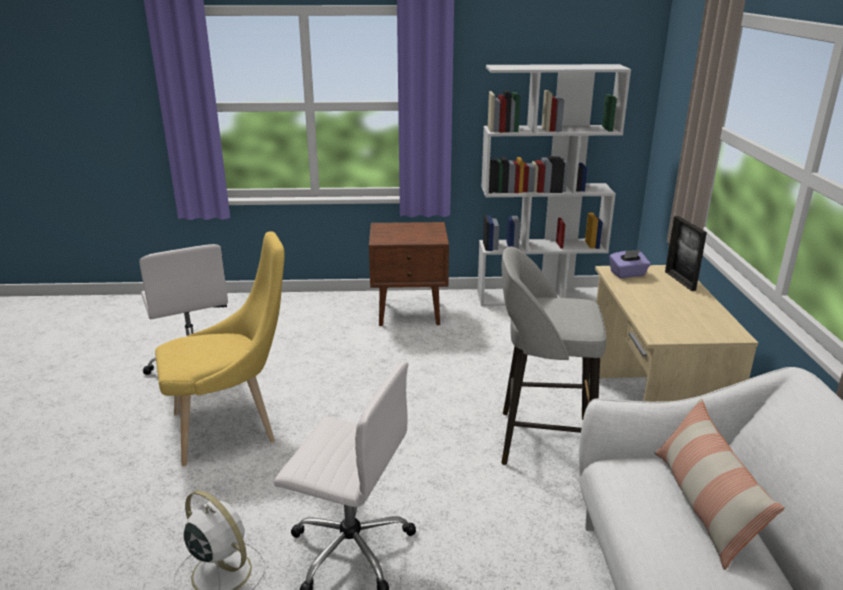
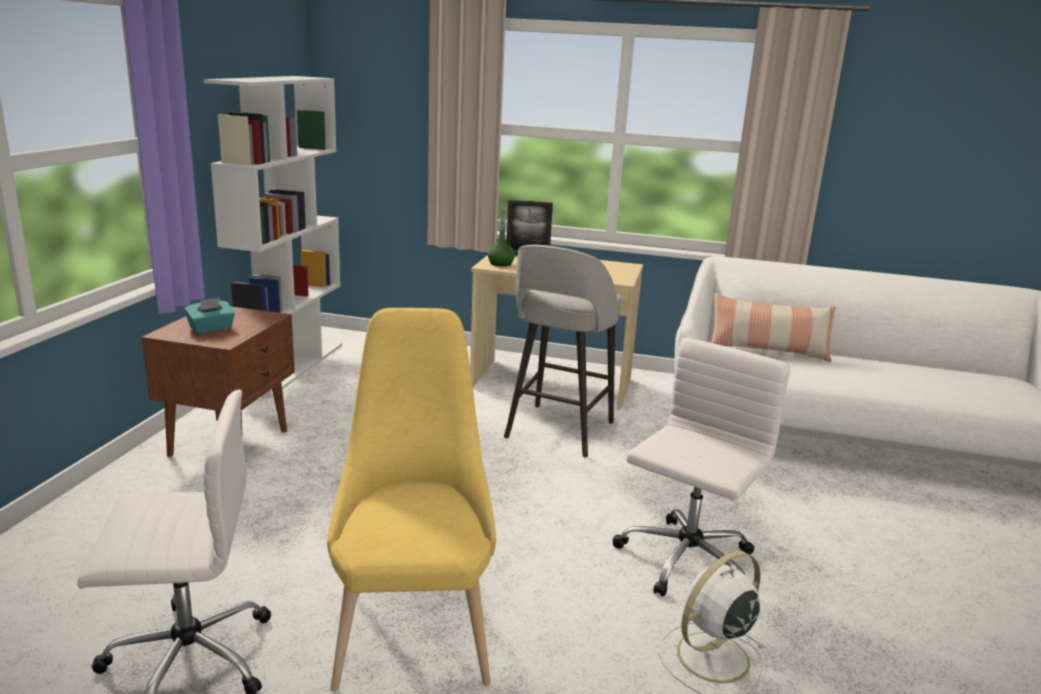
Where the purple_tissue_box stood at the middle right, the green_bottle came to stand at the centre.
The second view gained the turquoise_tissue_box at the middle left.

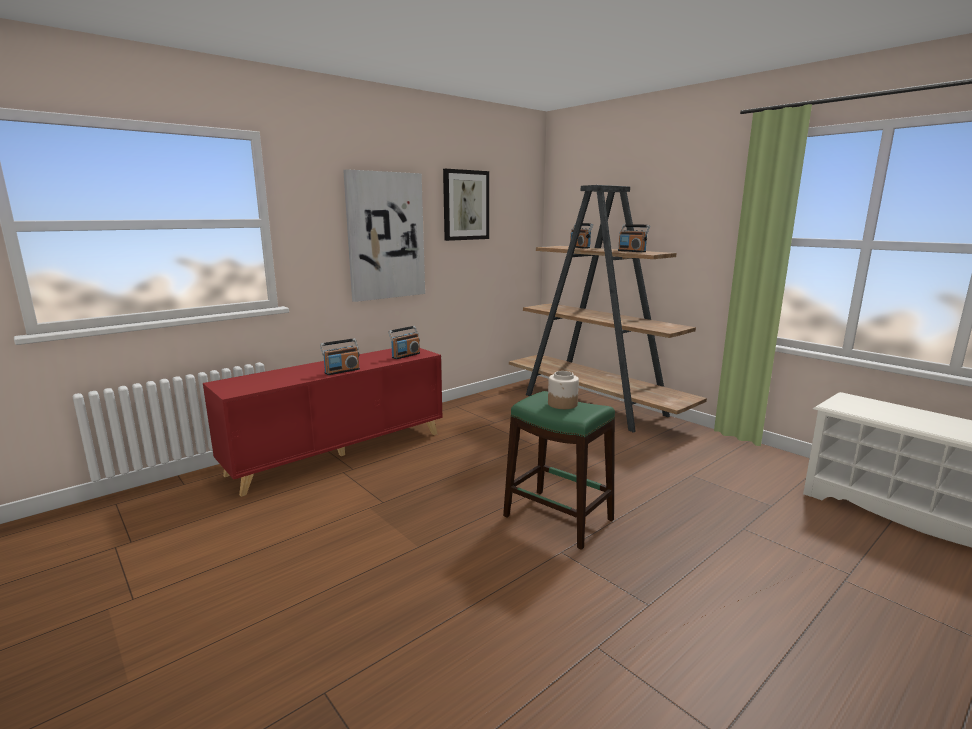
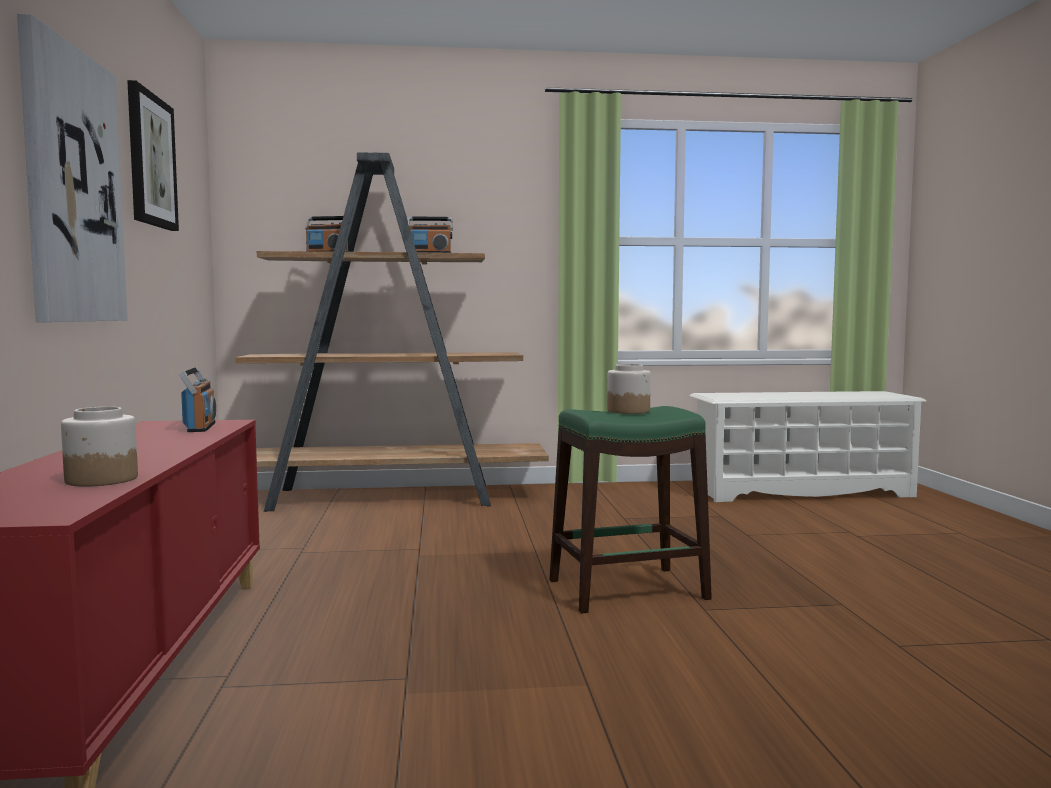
The second view lost the radio (1st from left) at the centre.
The second view gained the jar (1st from left) at the middle left.

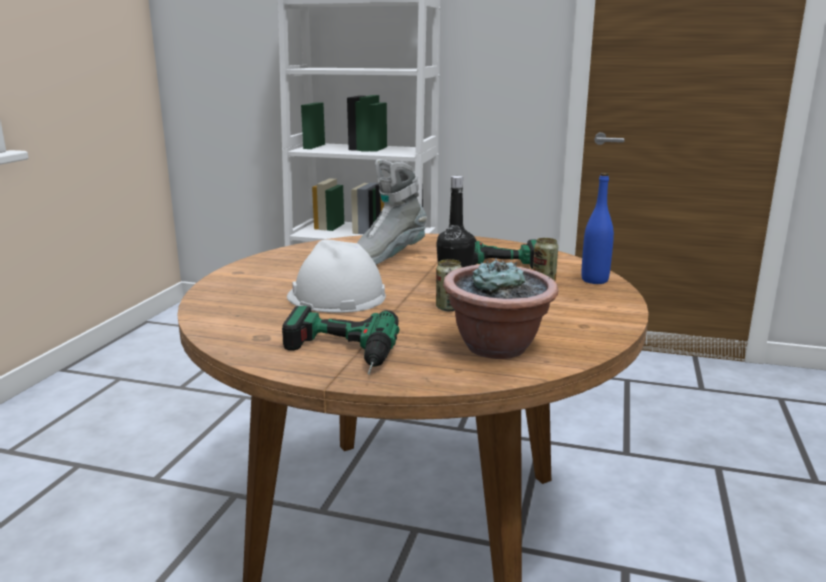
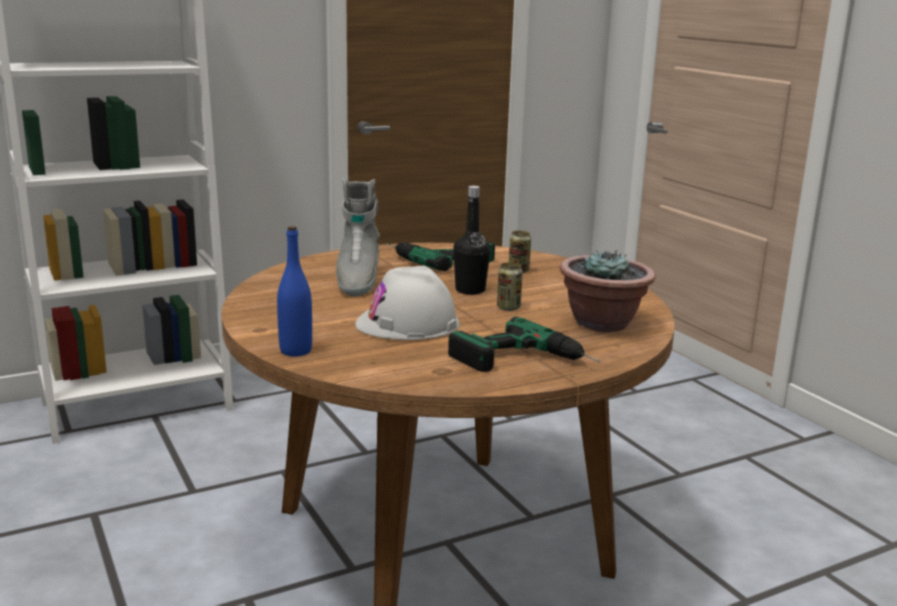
The blue_bottle ended up elsewhere, having gone from the middle right to the middle left.

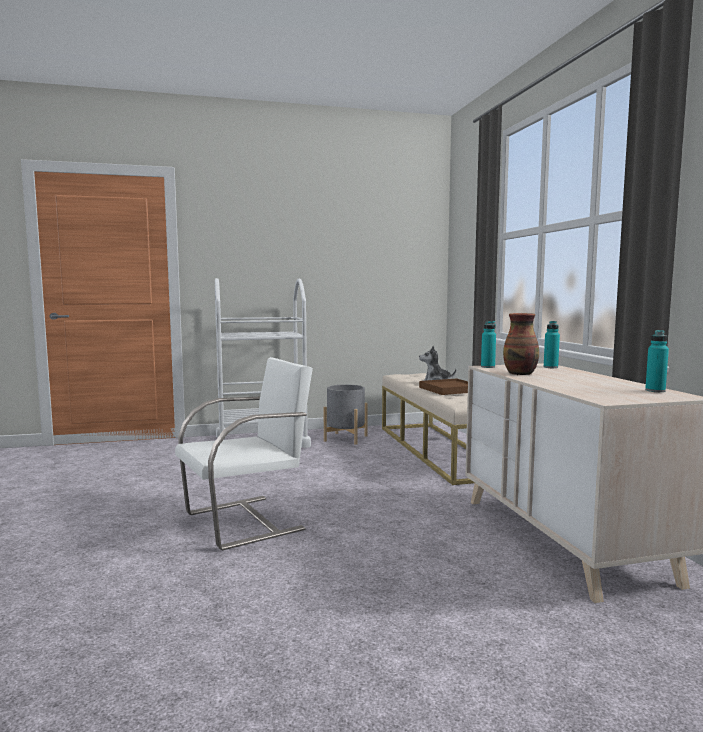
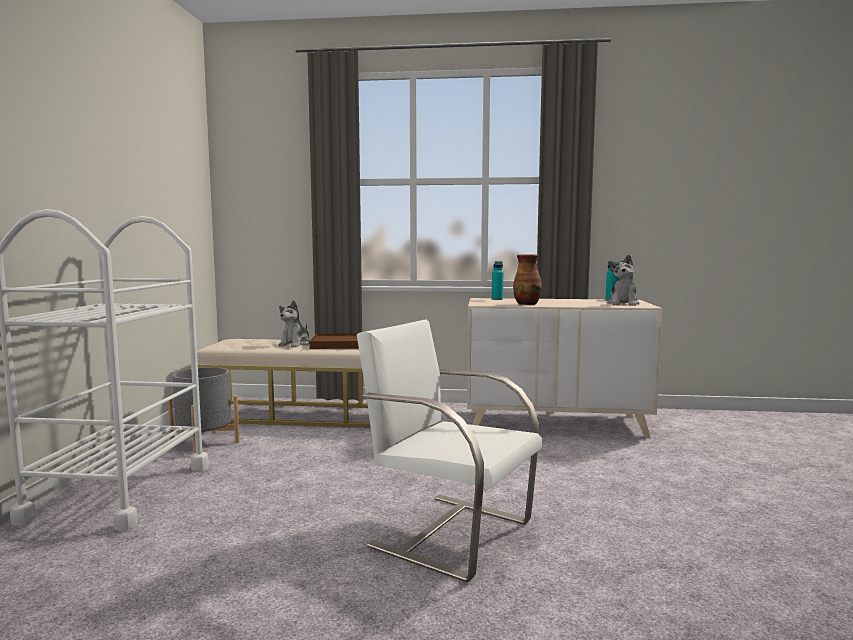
The second view lost the turquoise_bottle (1st from left) at the middle right.
The white_chair at the centre ended up facing another way, 45 degrees counterclockwise from before.
The second view gained the plush_toy (2nd from left) at the middle right.

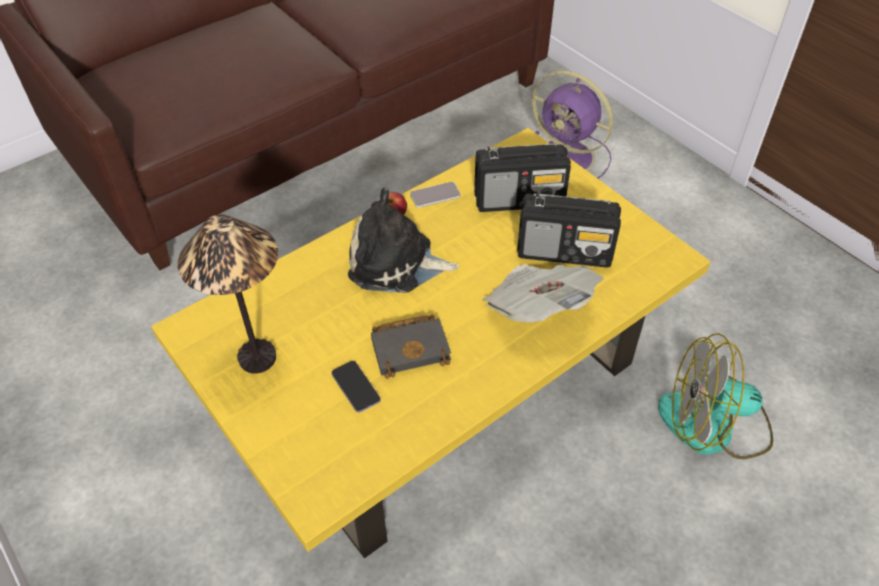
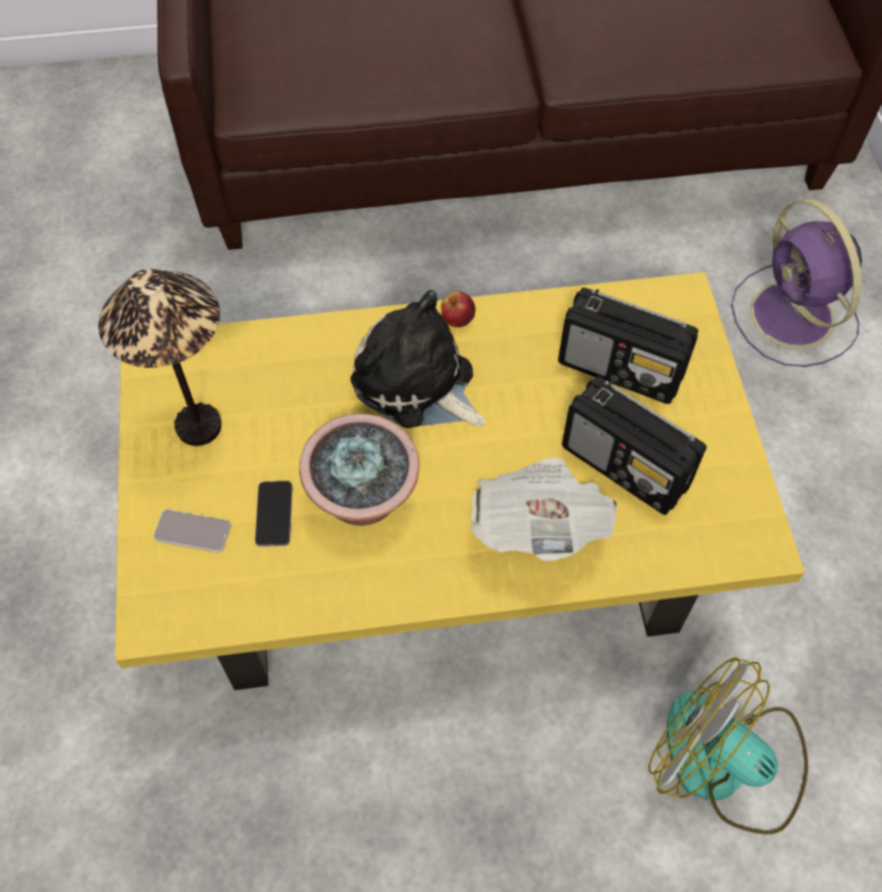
The phone (2nd from left in the first image) ended up elsewhere, having gone from the top centre to the middle left.
Where the black_book stood at the centre, the potted_plant came to stand at the centre.

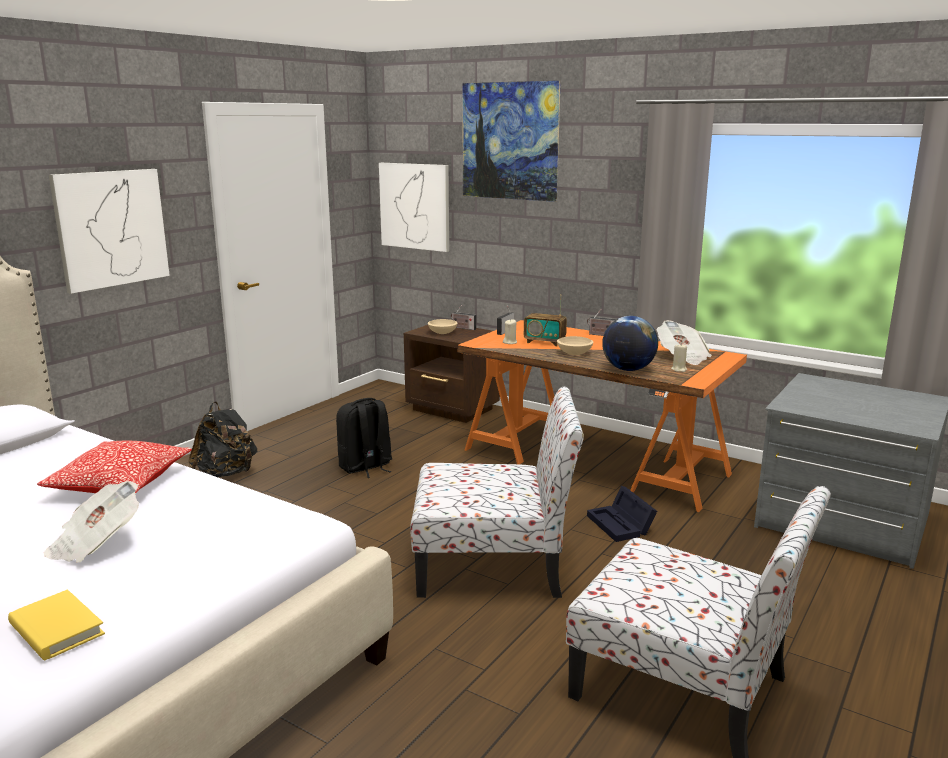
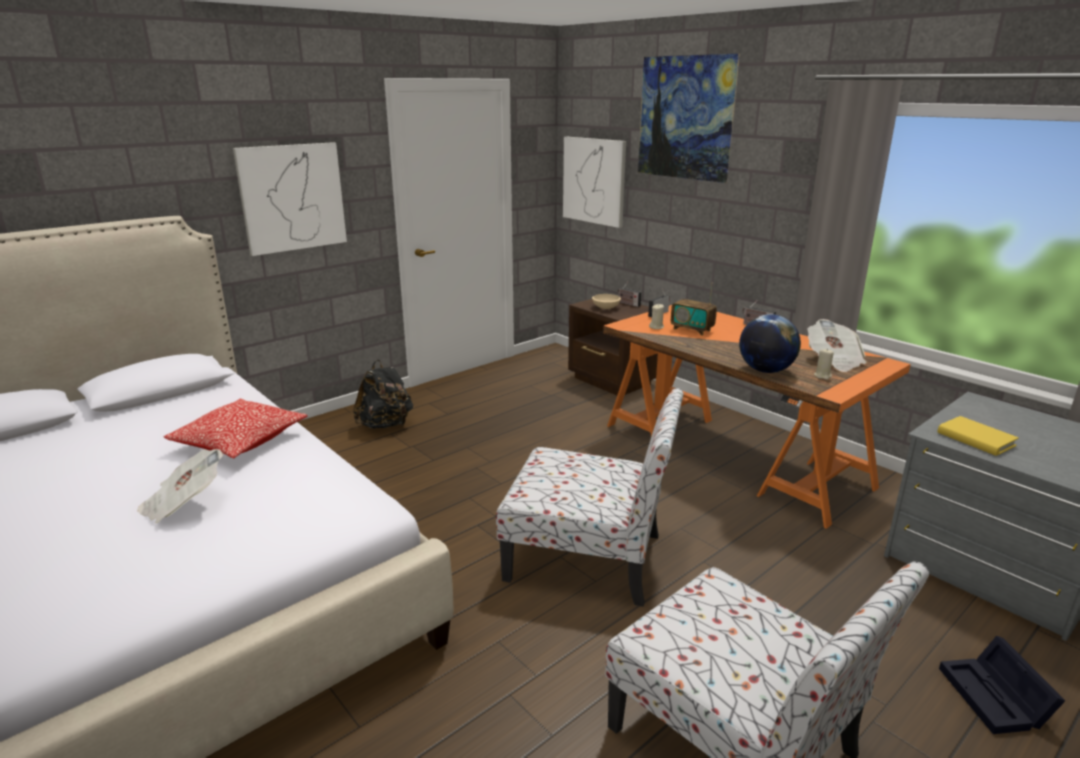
The second view lost the beige_bowl (2nd from left) at the centre.
The second view lost the black_backpack (2nd from left) at the centre.
The black_storage_box ended up elsewhere, having gone from the bottom centre to the bottom right.
The yellow_book ended up elsewhere, having gone from the bottom left to the middle right.

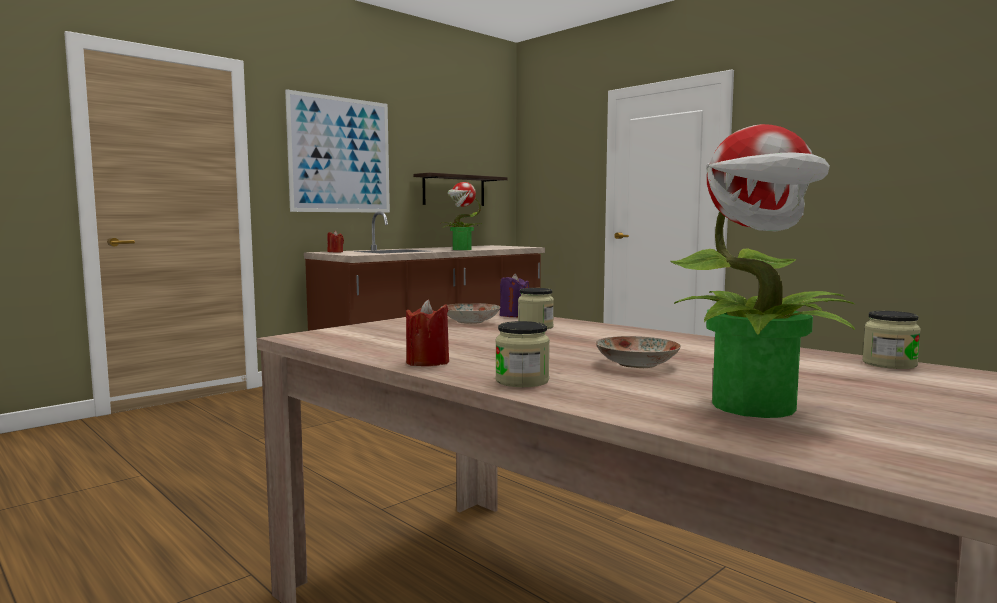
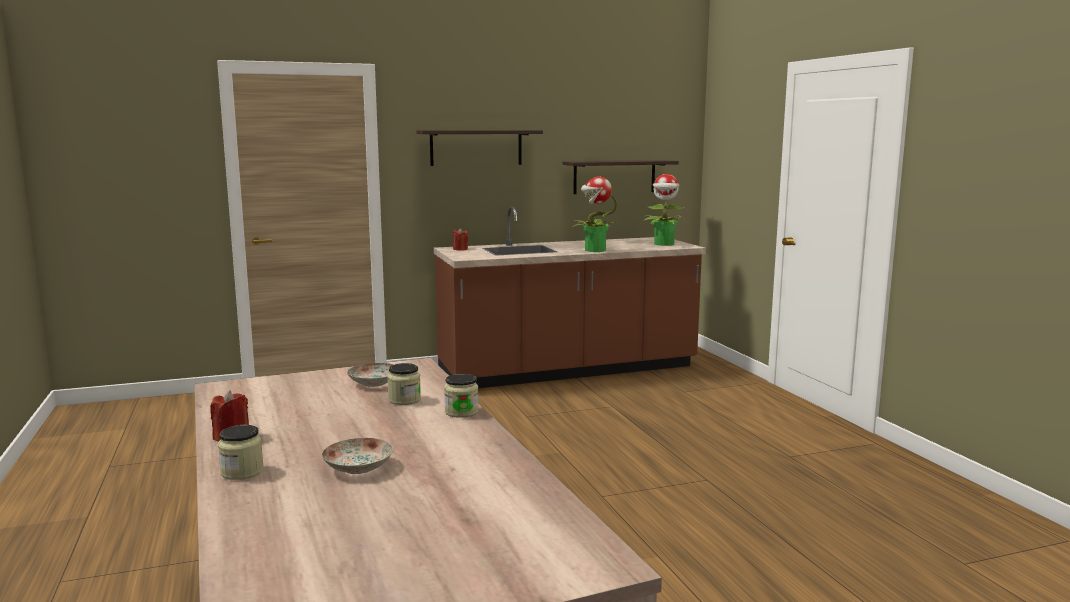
Where the picture hung at the top centre, the shelf (1st from left) came to hang at the top centre.
The potted_plant (2nd from left) ended up elsewhere, having gone from the middle right to the centre.
The second view lost the purple_candle at the centre.
The jar (3rd from left) ended up elsewhere, having gone from the middle right to the centre.

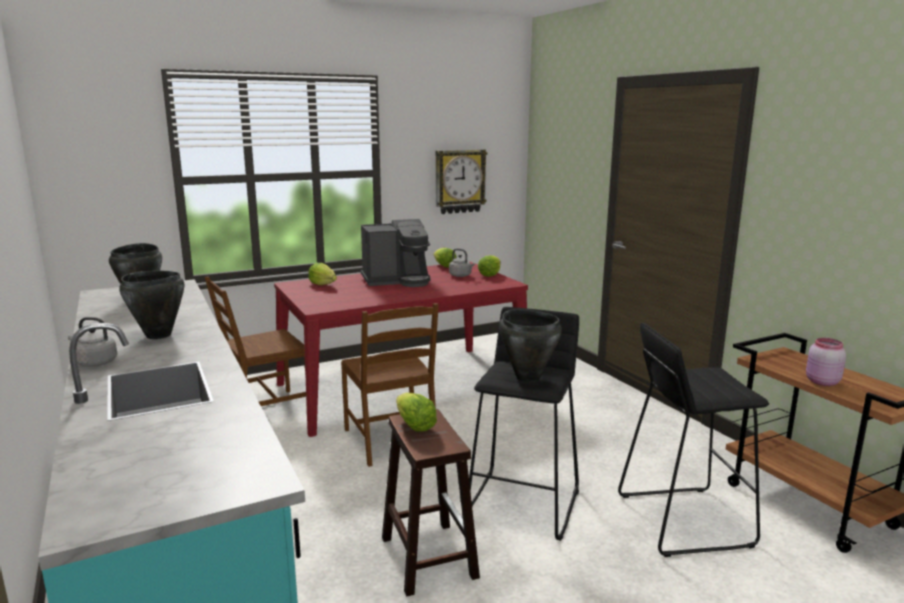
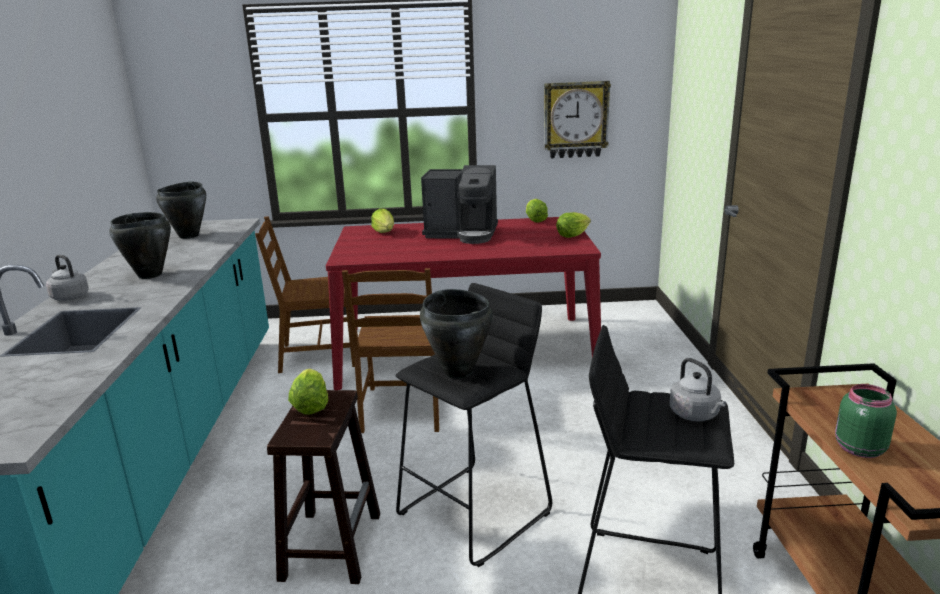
The grey_kettle (2nd from left) ended up elsewhere, having gone from the centre to the middle right.
What was the pink_jar at the middle right turned into the green_jar at the bottom right.

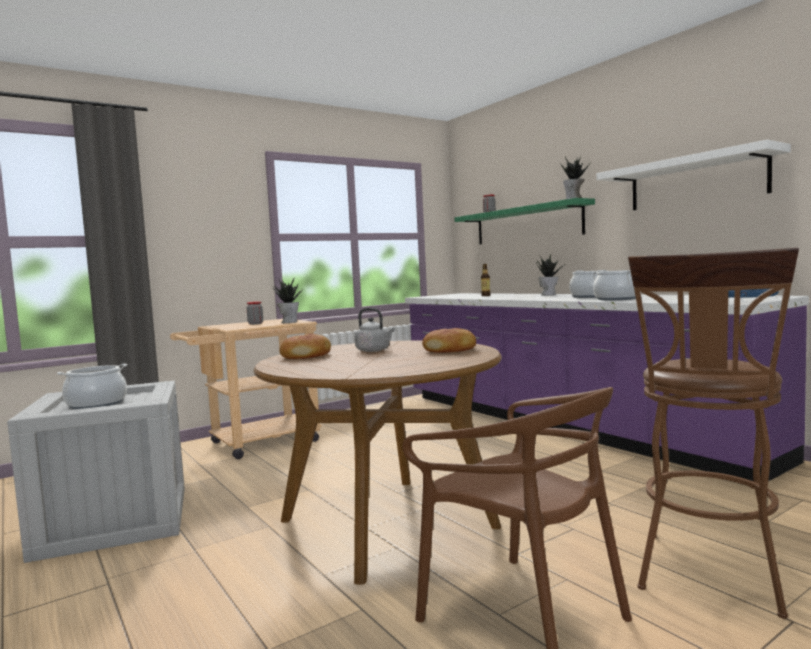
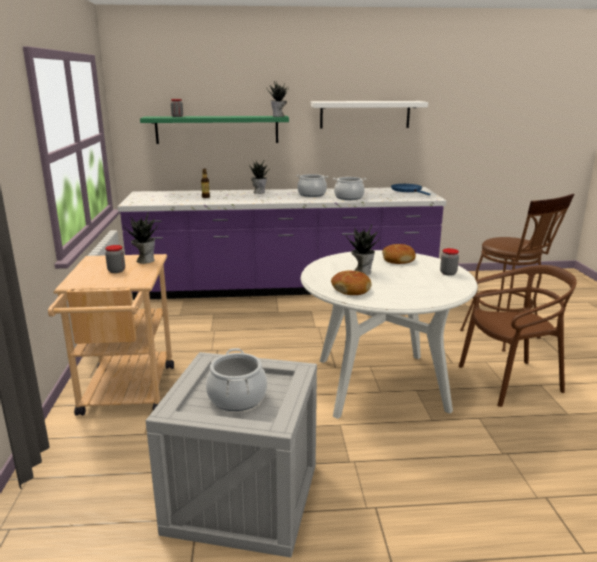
Where the grey_kettle stood at the centre, the potted_plant (4th from left) came to stand at the centre.
What was the brown_dining_table at the bottom centre turned into the white_dining_table at the centre.
The second view gained the jar (3rd from left) at the middle right.

